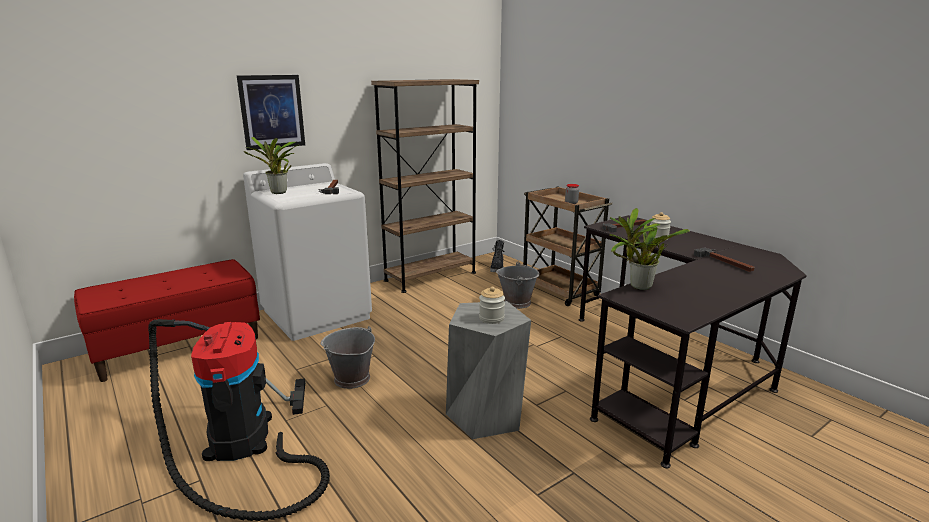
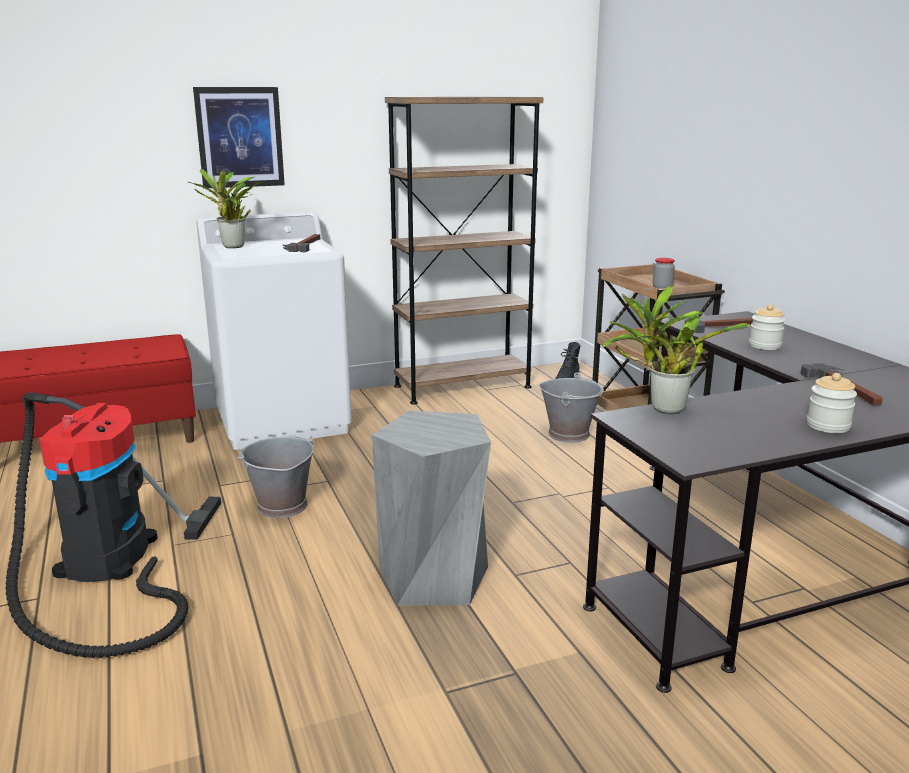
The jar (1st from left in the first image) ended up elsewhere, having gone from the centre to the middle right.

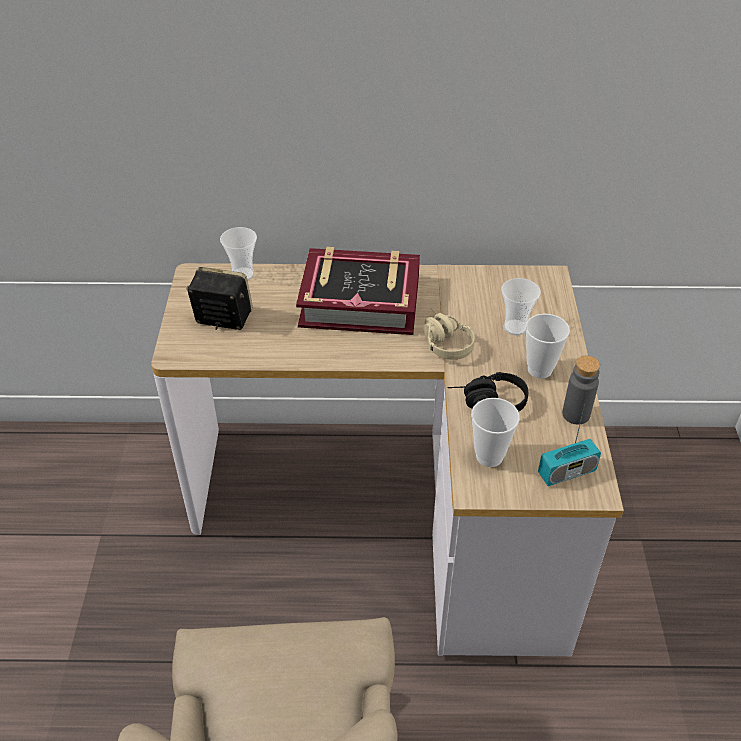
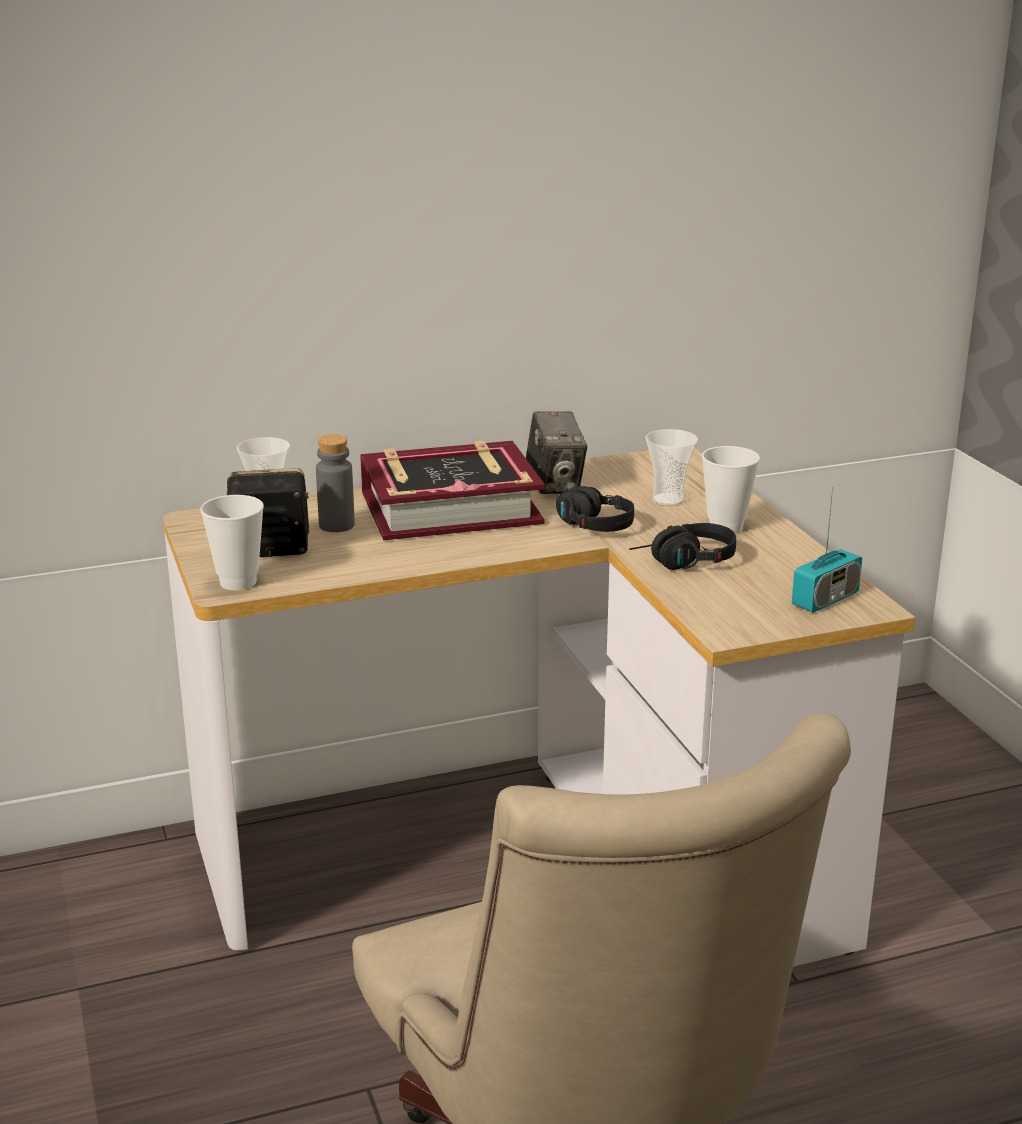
What was the beige_headphones at the centre turned into the black_headphones (1st from left) at the centre.
The grey_bottle ended up elsewhere, having gone from the middle right to the middle left.
The cup (2nd from left in the first image) ended up elsewhere, having gone from the middle right to the middle left.
The second view gained the photo_camera at the centre.

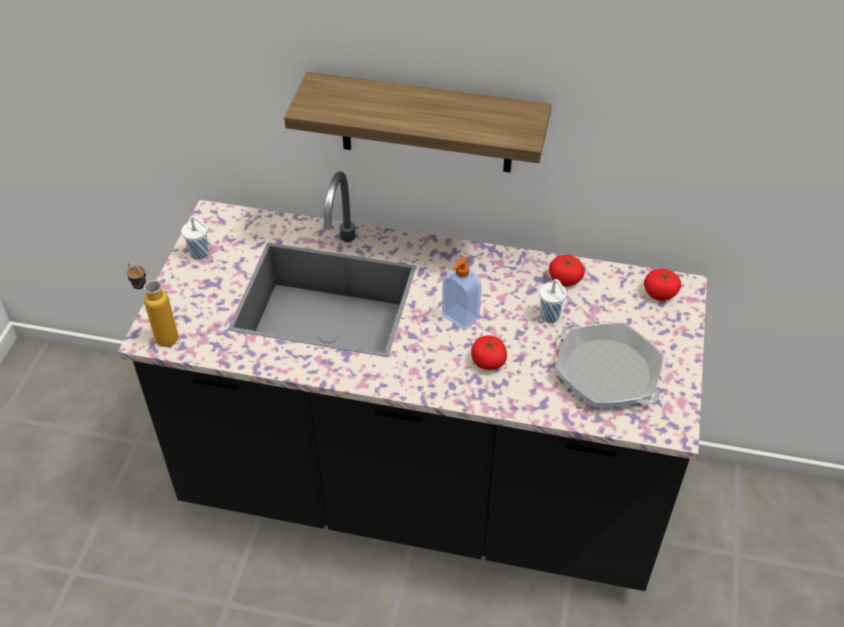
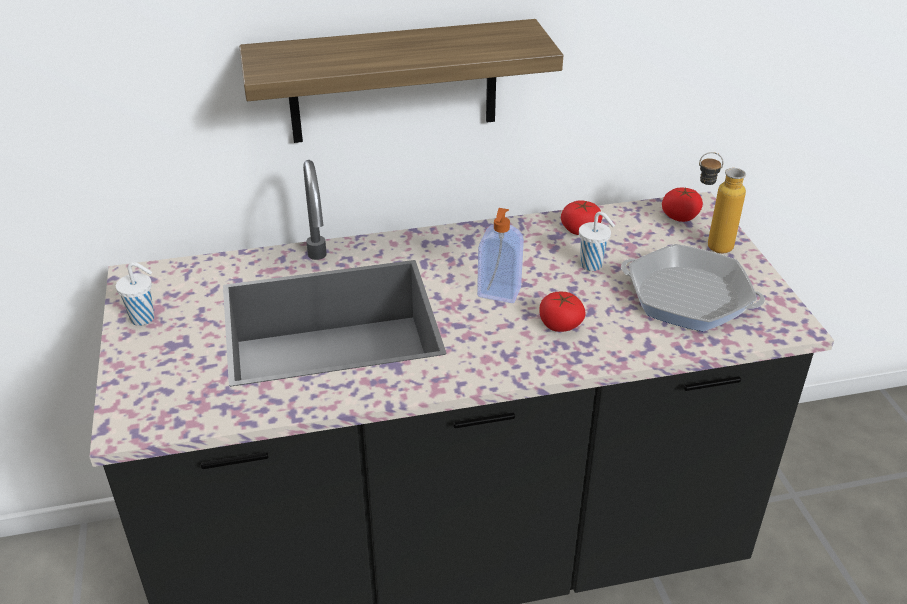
The bottle ended up elsewhere, having gone from the middle left to the middle right.

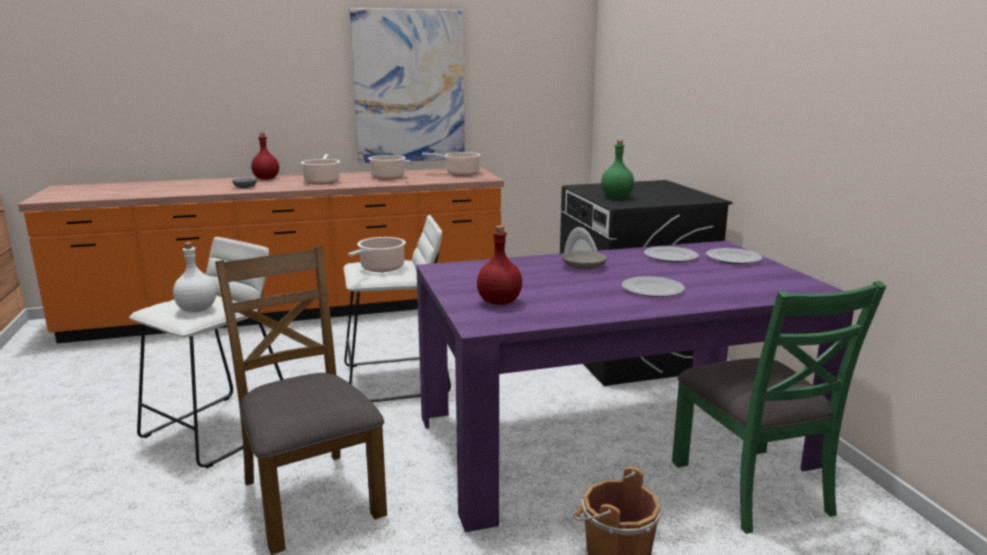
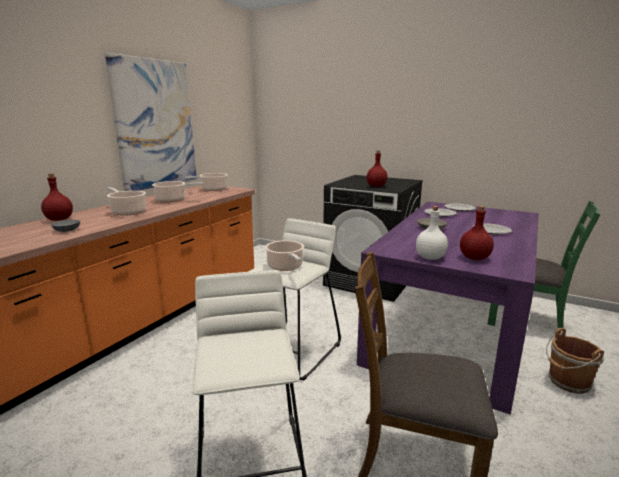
What was the green_bottle at the top centre turned into the red_bottle (2nd from left) at the centre.
The white_bottle ended up elsewhere, having gone from the middle left to the middle right.

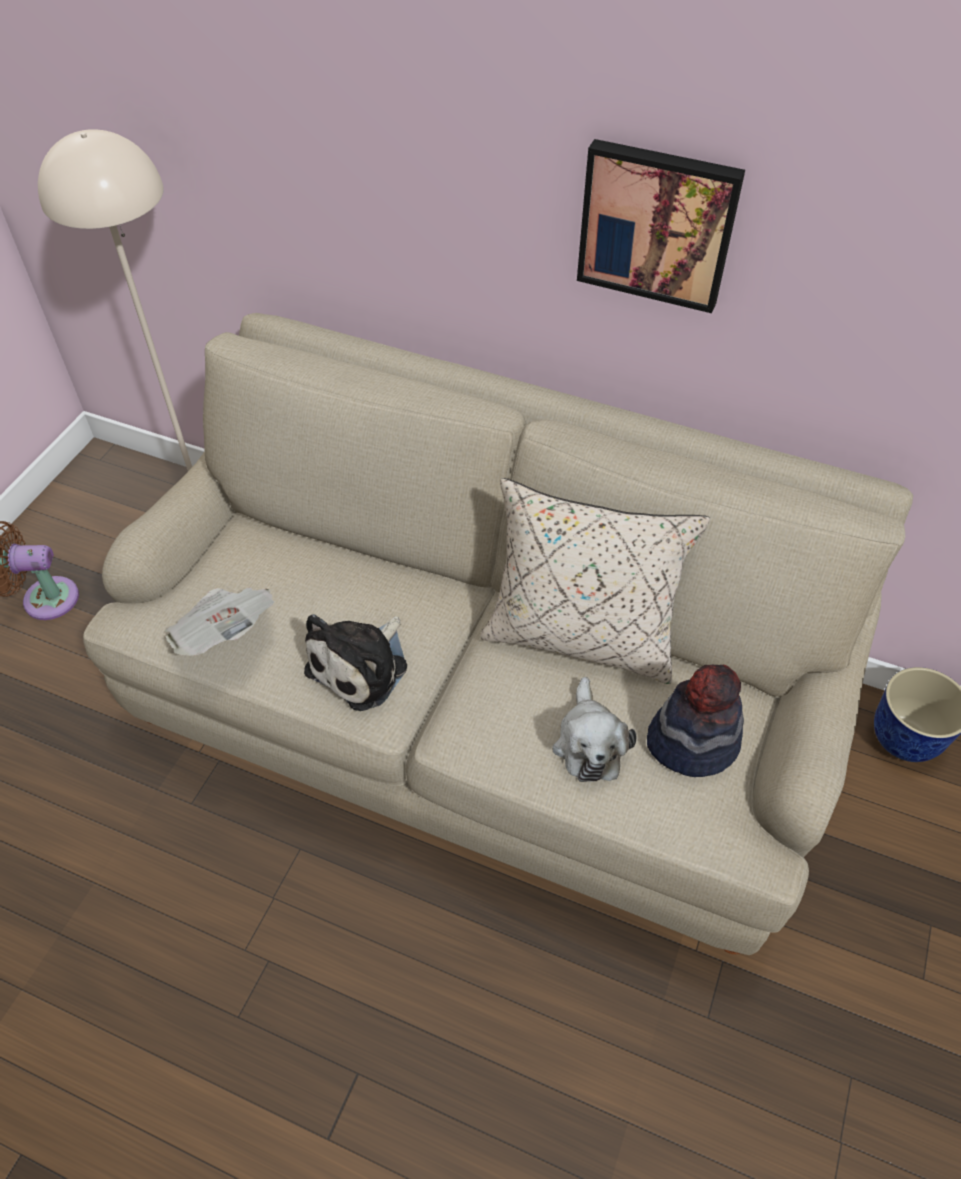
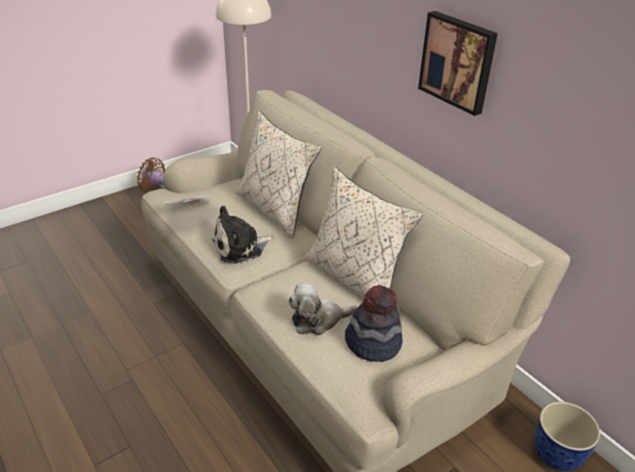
The plush_toy (2nd from left) at the centre ended up facing another way, 45 degrees clockwise from before.
The second view gained the beige_pillow (1st from left) at the centre.

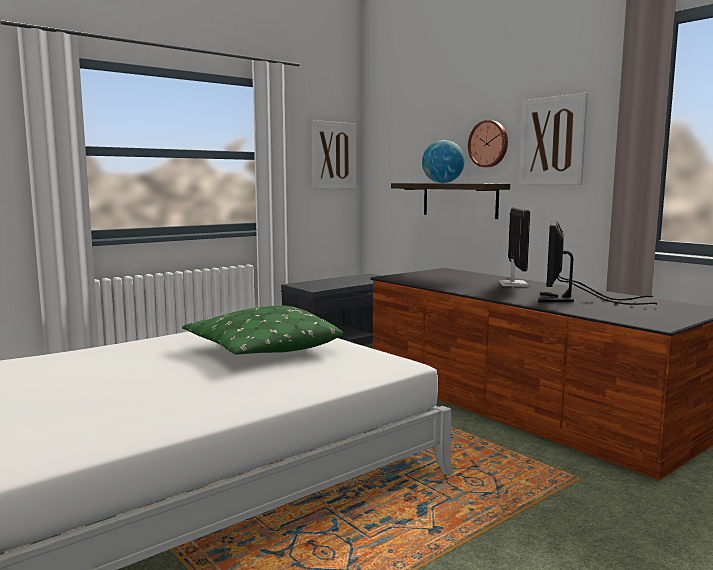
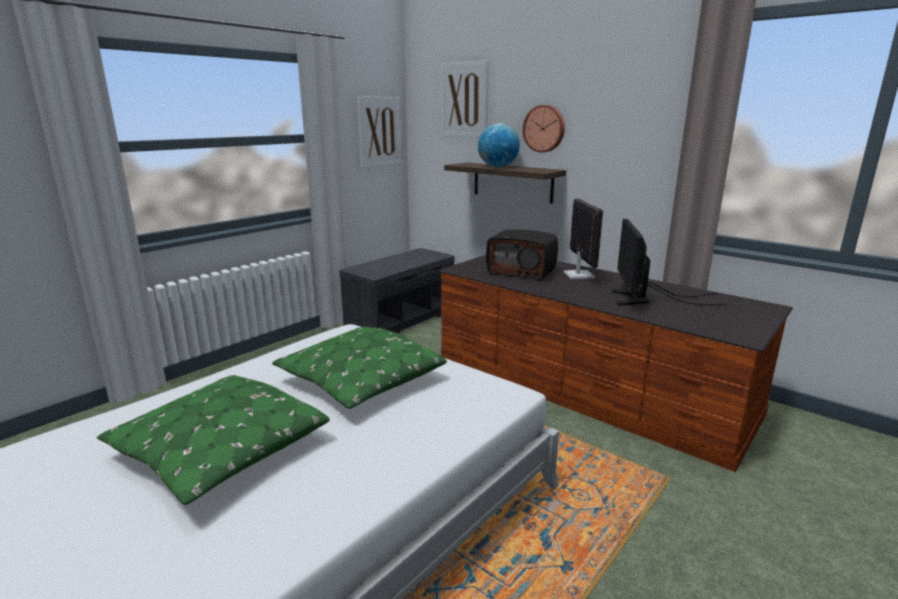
The picture (2nd from left) ended up elsewhere, having gone from the top right to the top centre.
The second view gained the radio at the centre.
The second view gained the green_pillow (1st from left) at the bottom left.

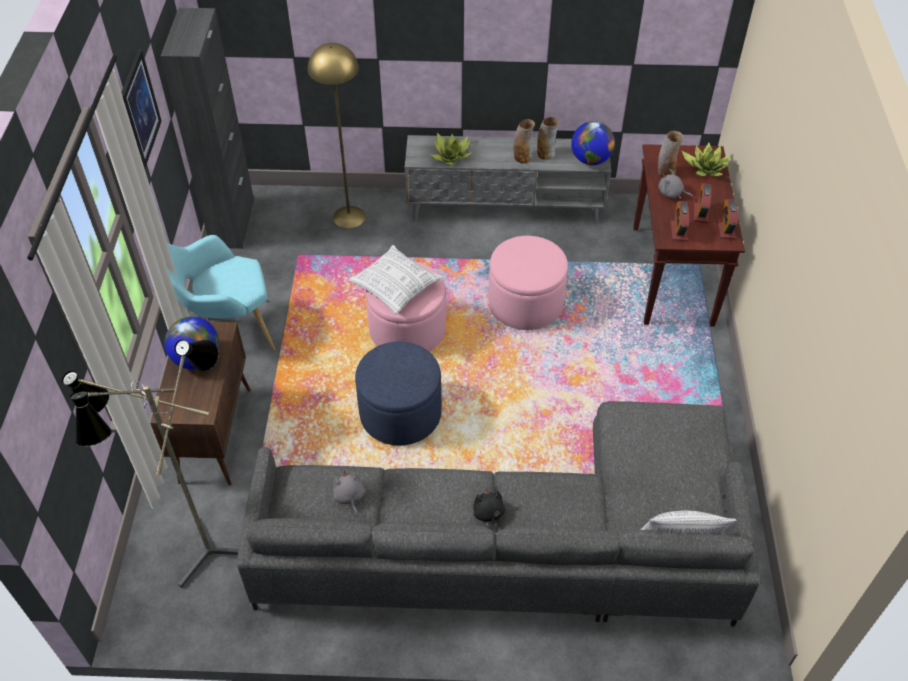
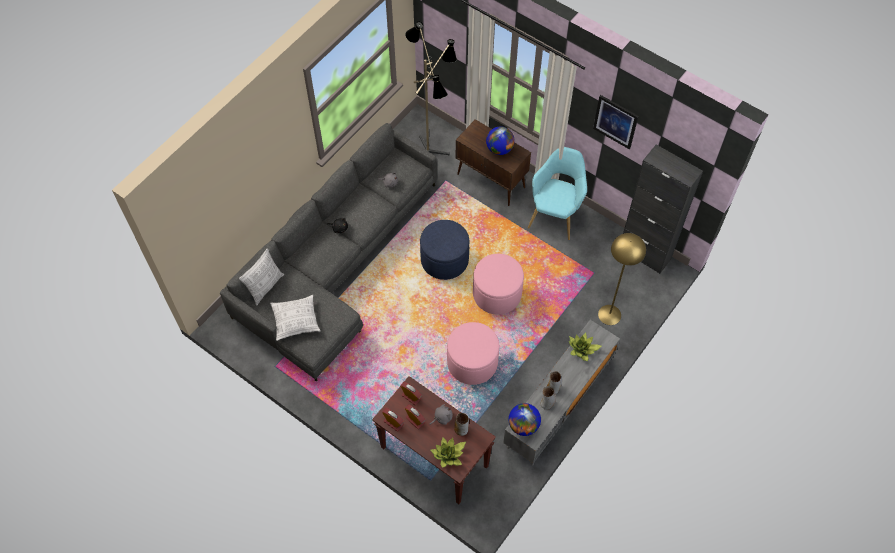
The pillow (1st from left in the first image) ended up elsewhere, having gone from the centre to the middle left.

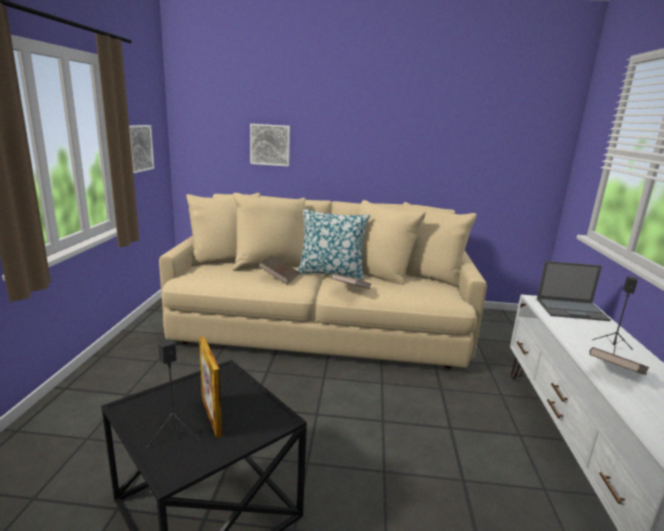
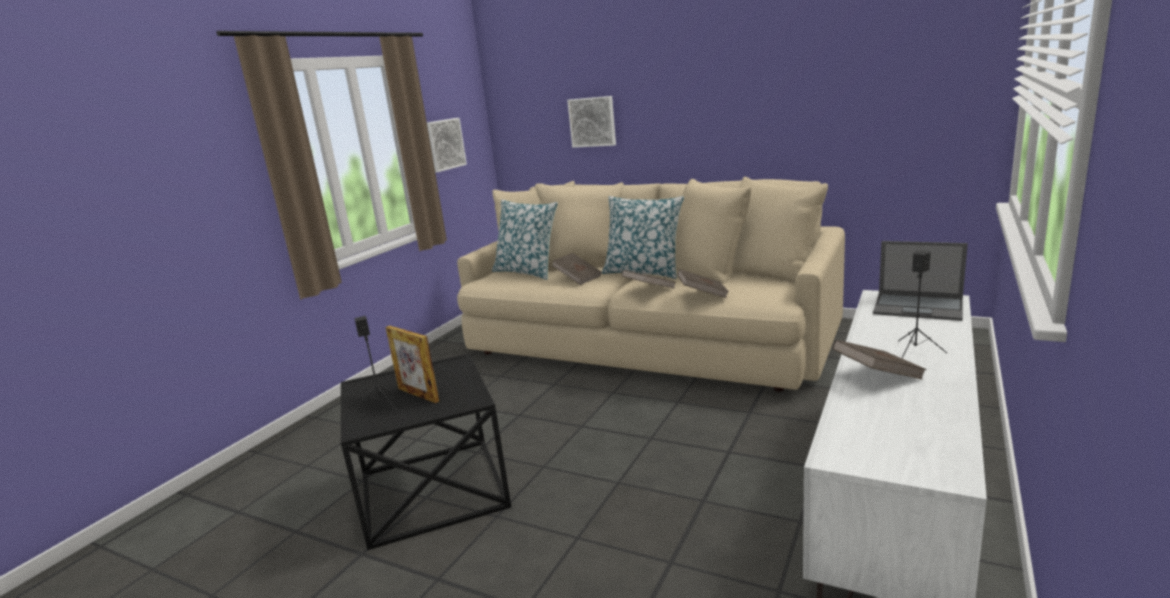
The picture_frame at the bottom left ended up facing another way, 45 degrees counterclockwise from before.
The second view gained the pillow (1st from left) at the centre.
The second view gained the brown_book (3rd from left) at the centre.

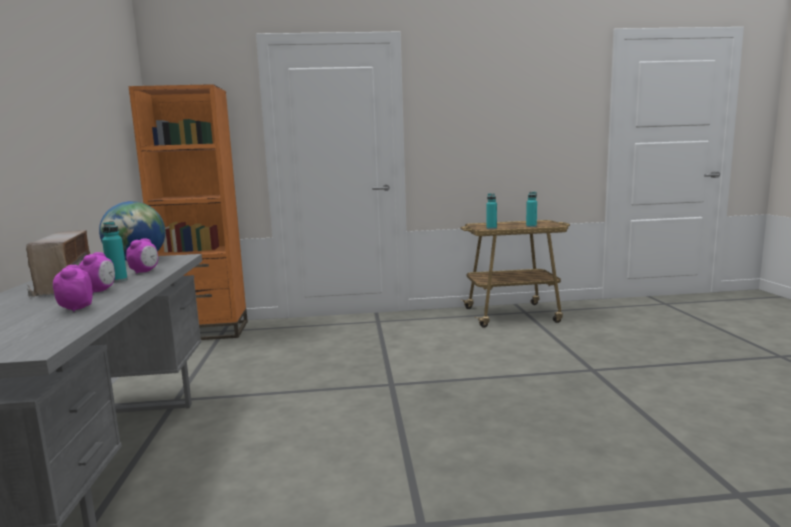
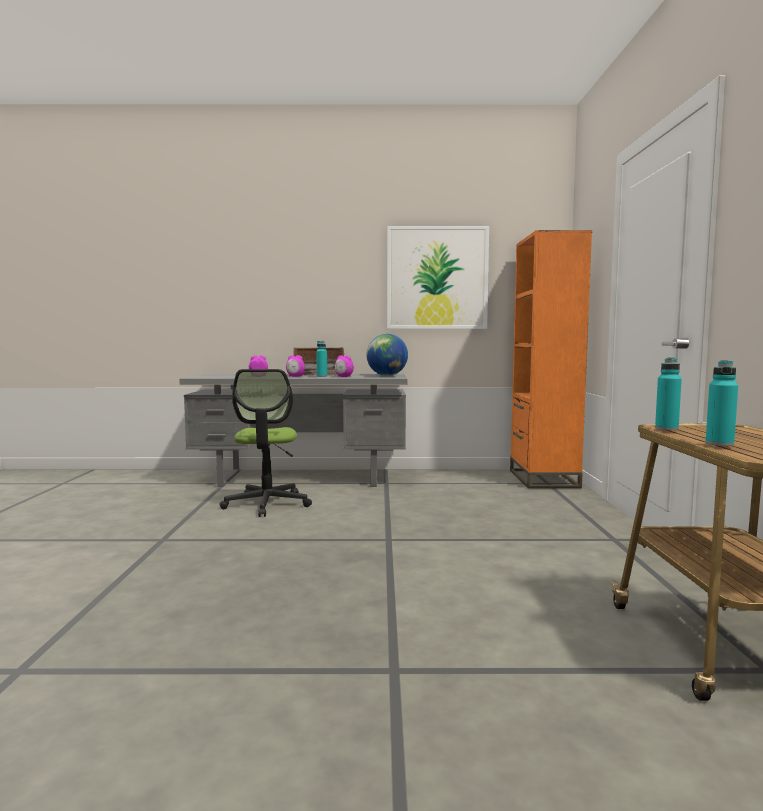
The second view gained the picture at the centre.
The second view gained the office_chair at the centre.

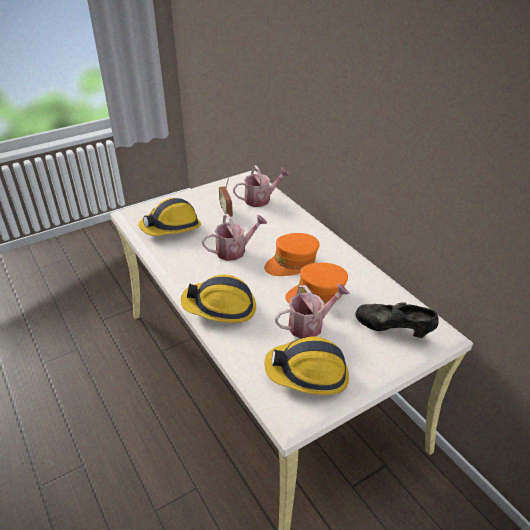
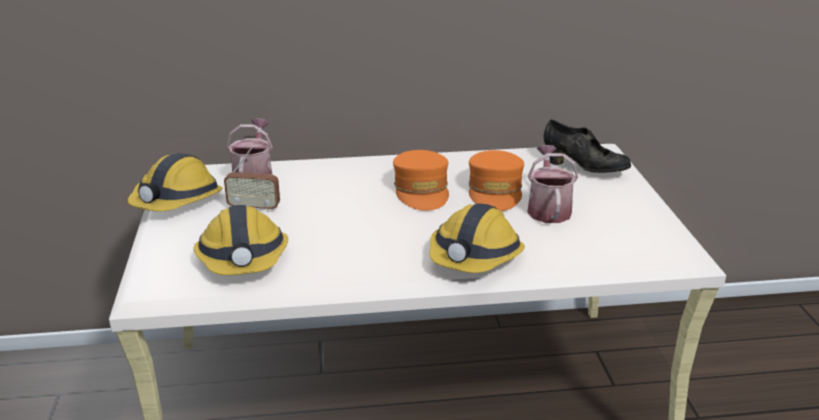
The second view lost the watering_can (1st from left) at the centre.
The black_shoe at the middle right ended up facing another way, 105 degrees counterclockwise from before.
The hard_hat (3rd from left in the first image) ended up elsewhere, having gone from the bottom centre to the middle left.

